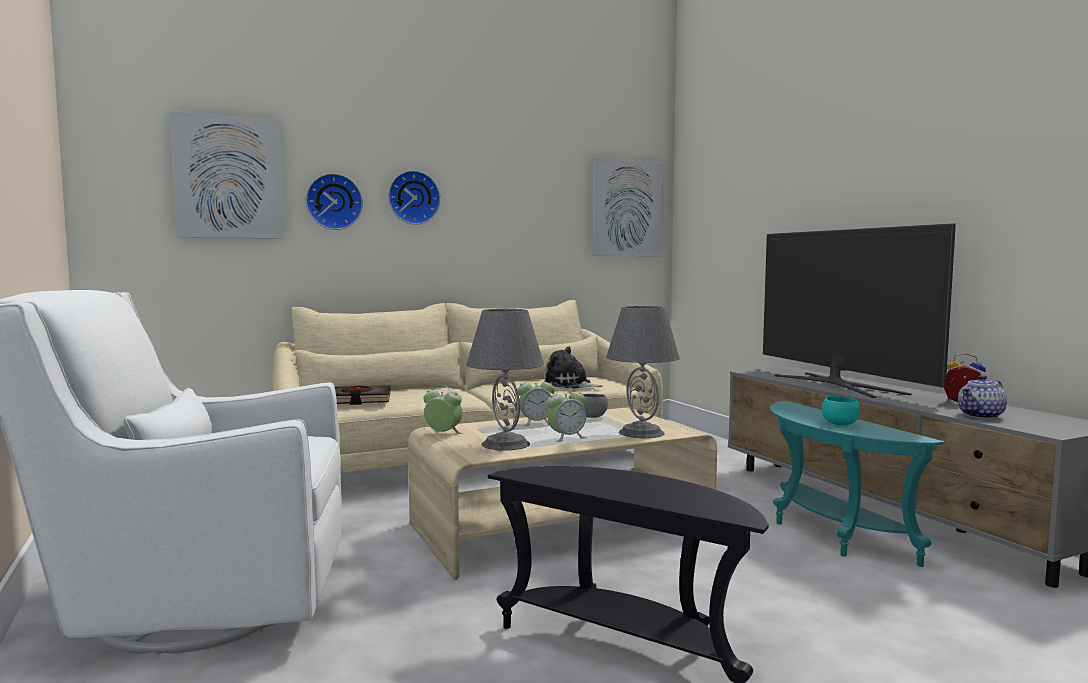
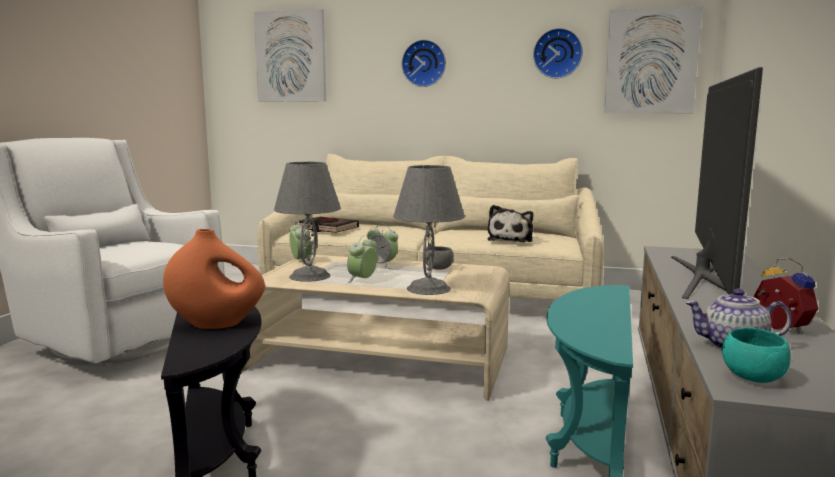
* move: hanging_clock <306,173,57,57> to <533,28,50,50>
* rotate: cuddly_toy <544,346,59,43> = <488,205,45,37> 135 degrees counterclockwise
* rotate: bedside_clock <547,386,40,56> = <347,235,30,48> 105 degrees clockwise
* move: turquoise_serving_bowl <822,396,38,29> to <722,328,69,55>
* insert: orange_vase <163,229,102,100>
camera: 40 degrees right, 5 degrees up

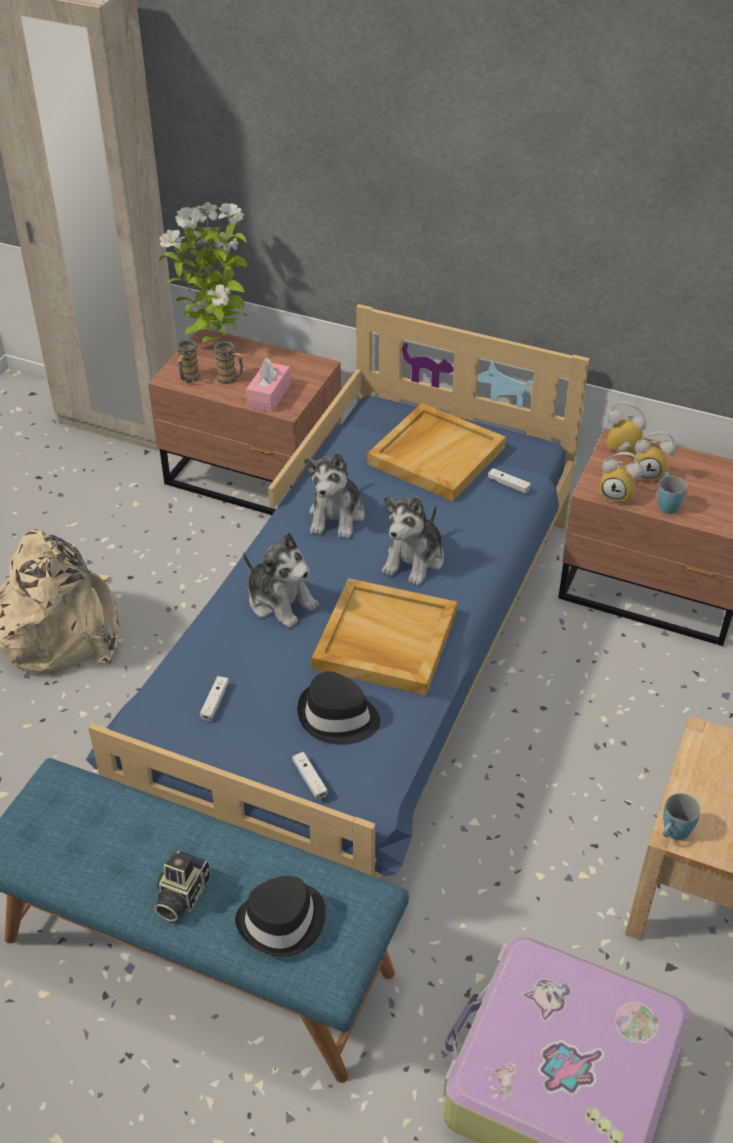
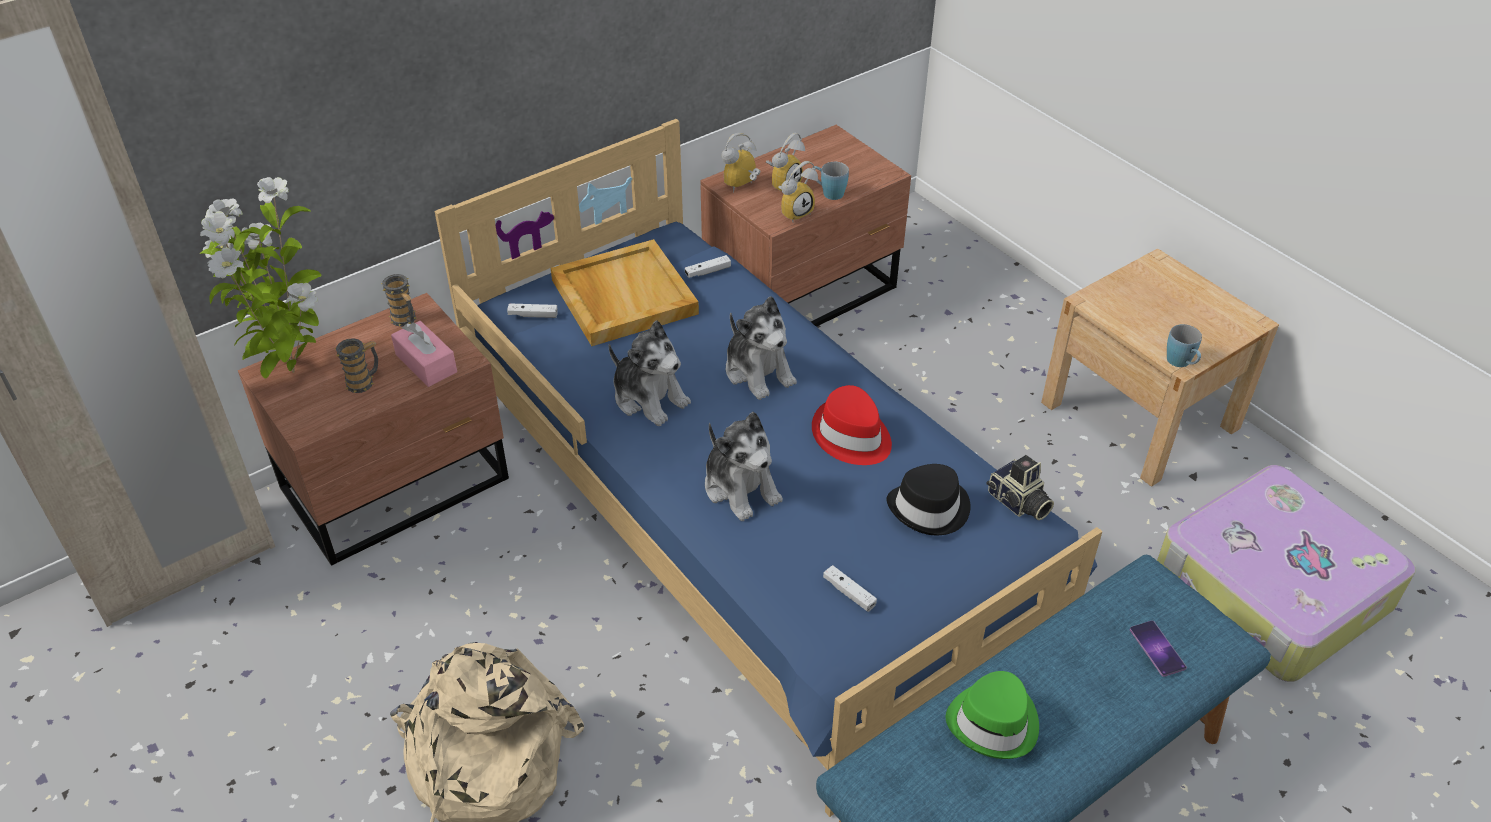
* move: photo_camera <154,851,57,71> to <986,455,68,65>
* move: tea_mug <176,339,25,44> to <381,274,36,53>
* replace: blackish_hat <235,876,91,81> to handset <1130,620,57,57>
* rotate: cuddly_toy <243,533,76,95> = <705,412,78,109> 75 degrees clockwise
* move: white-coloured_joypad <293,752,35,48> to <507,303,51,15>
* replace: beige_carrying_tray <312,578,145,118> to reddish_hat <812,385,80,80>
* insert: green-coloured_hat <946,671,93,88>
camera: 60 degrees left, 0 degrees up

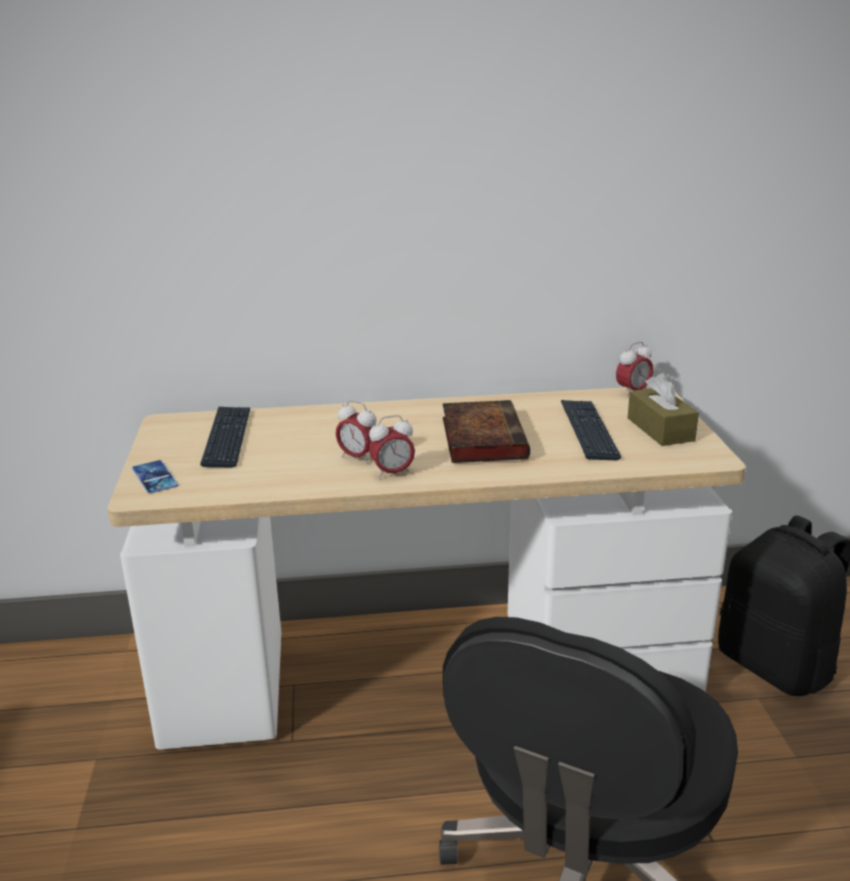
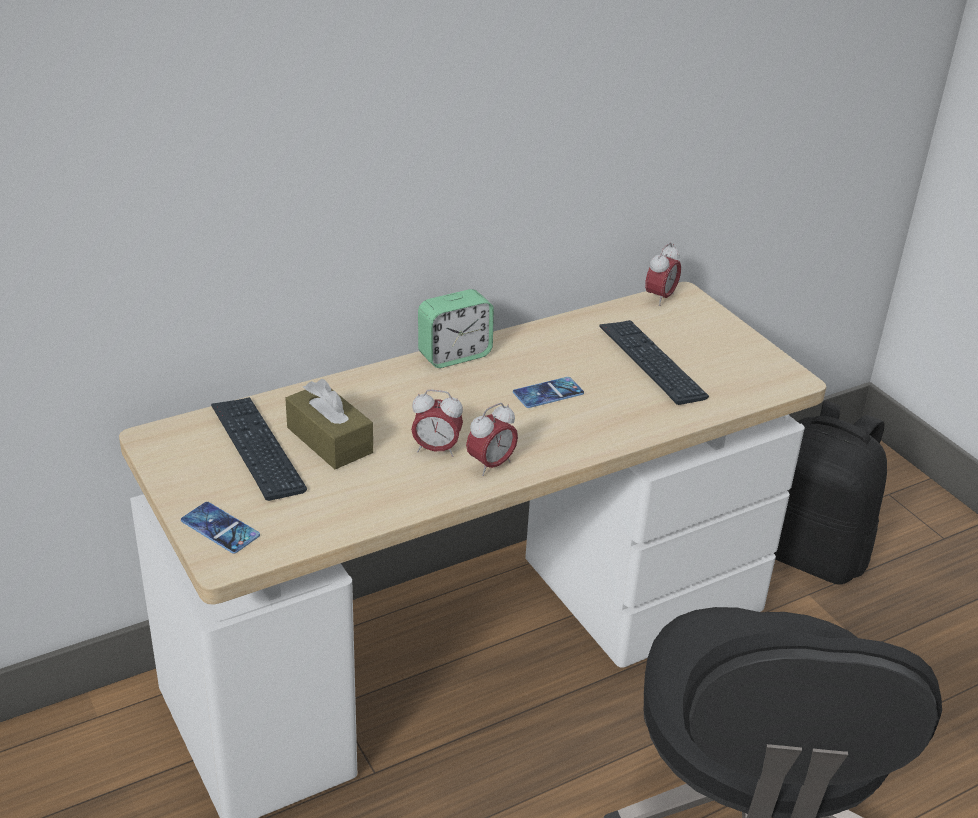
* replace: book <442,400,88,63> to handset <513,377,71,31>
* move: brown-coloured_tissue_box <628,373,71,73> to <285,379,88,90>
* insert: bedside_clock <418,289,76,79>
camera: 25 degrees left, 10 degrees up

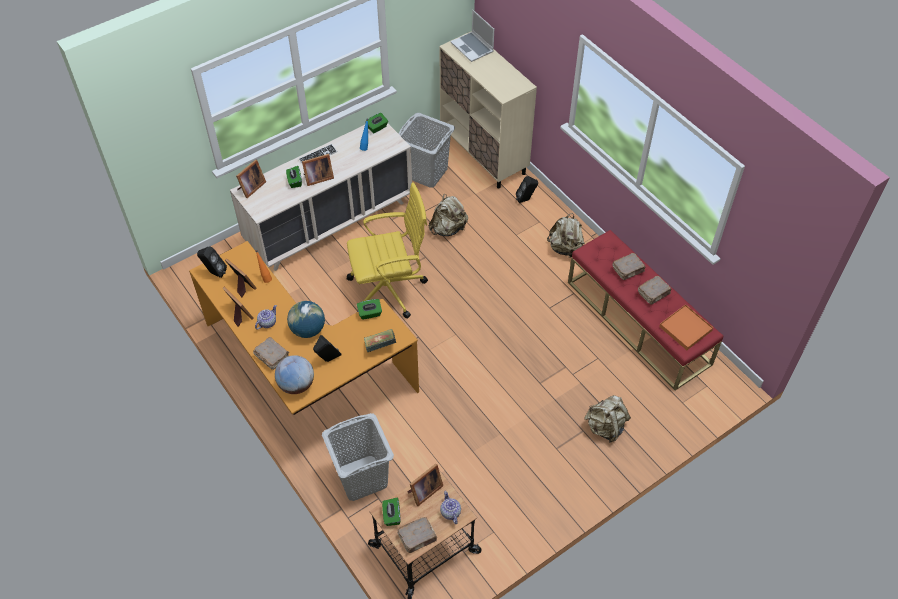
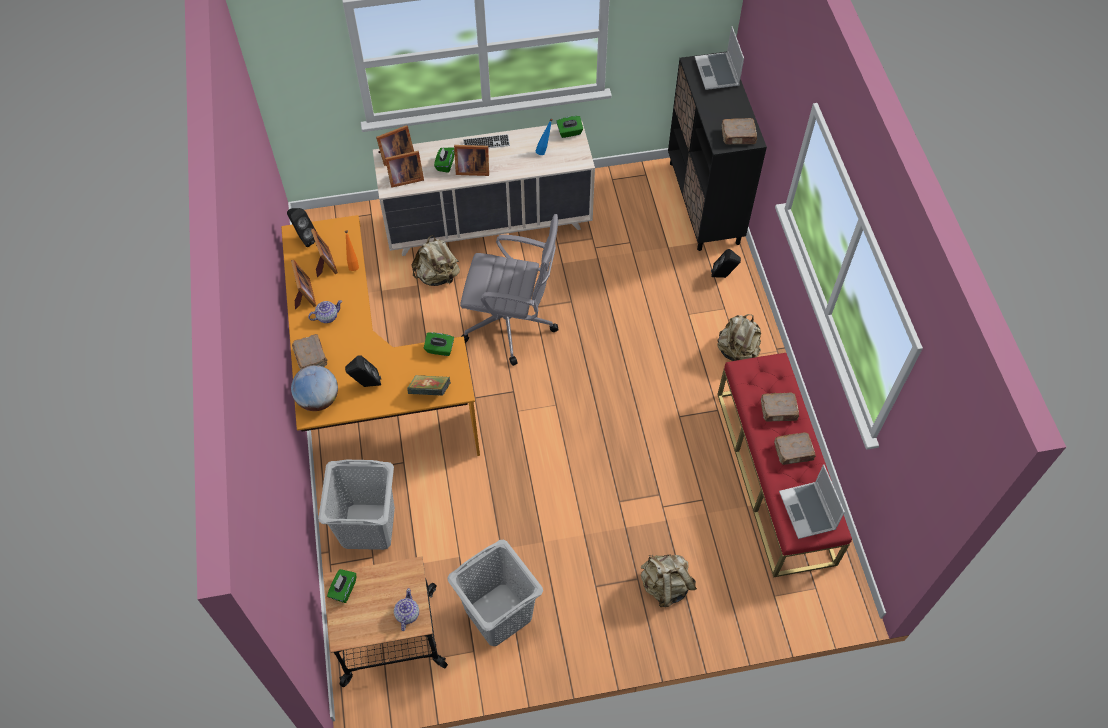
* delete: globe <287,301,38,37>
* recolor: yellow-coloured_desk_chair <347,182,81,136> to gray_desk_chair <460,214,99,152>
* move: brown-coloured_book <397,517,40,36> to <722,118,35,26>
* move: gray_hamper <398,113,57,75> to <447,540,96,106>
* move: photo_frame <407,463,36,43> to <385,151,39,37>
* move: beige_rucksack <428,194,40,42> to <411,235,49,51>
* recolor: beige_cabinet <439,31,98,158> to blackish_cabinet <668,52,99,199>
* replace: orange_carrying_tray <659,304,54,46> to laptop <779,464,66,75>
camera: 25 degrees right, 5 degrees up

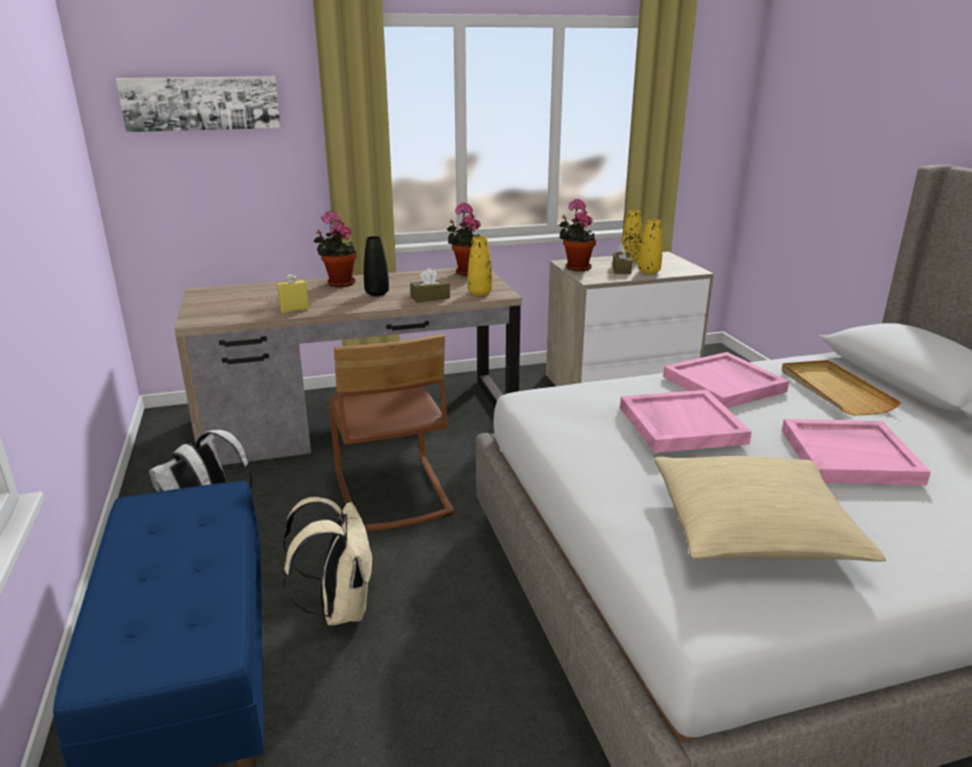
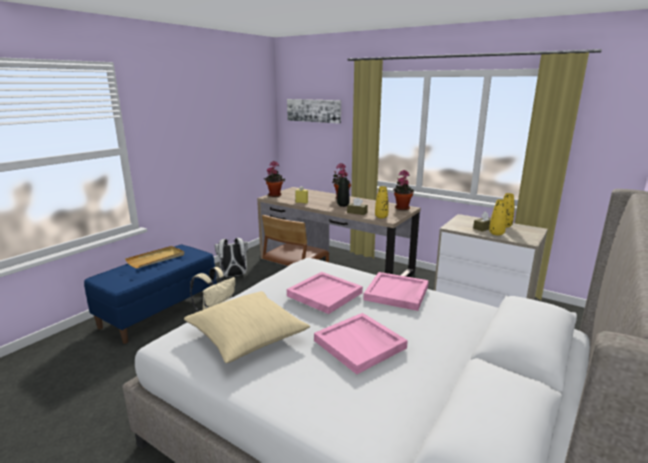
* move: houseplant <559,199,37,72> to <264,161,21,36>
* move: beige_carrying_tray <782,360,119,56> to <125,246,59,23>
camera: 50 degrees right, 5 degrees down

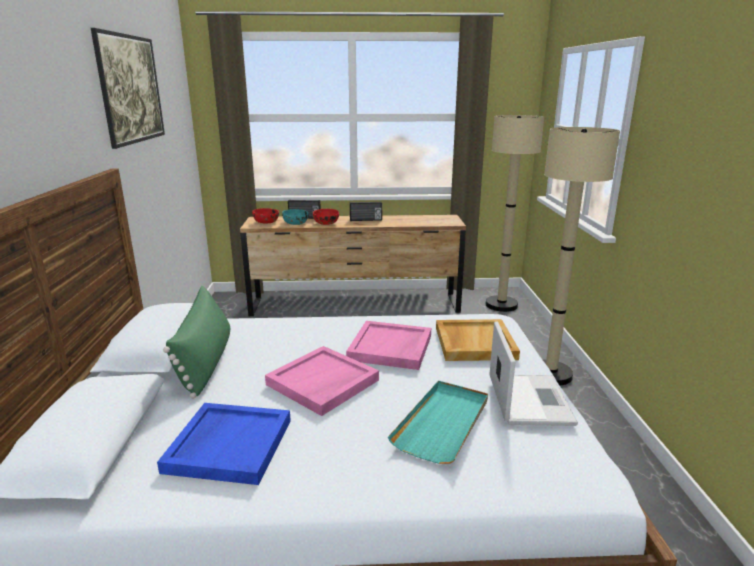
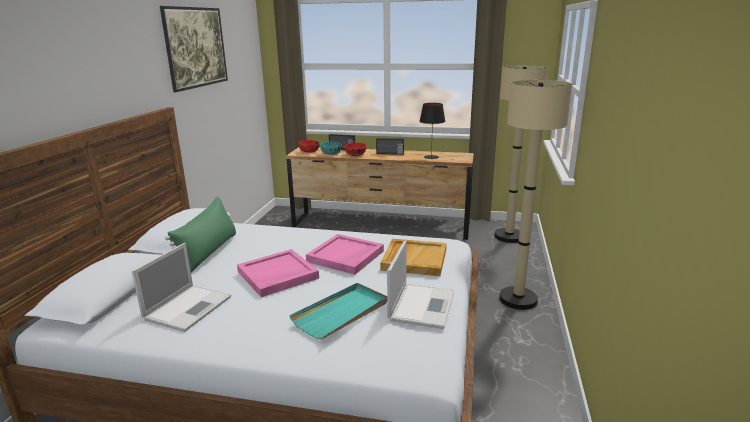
* replace: blue_carrying_tray <157,403,134,82> to laptop <132,243,99,89>
* insert: blackish_tabletop_lamp <419,103,27,56>
camera: 15 degrees right, 0 degrees up

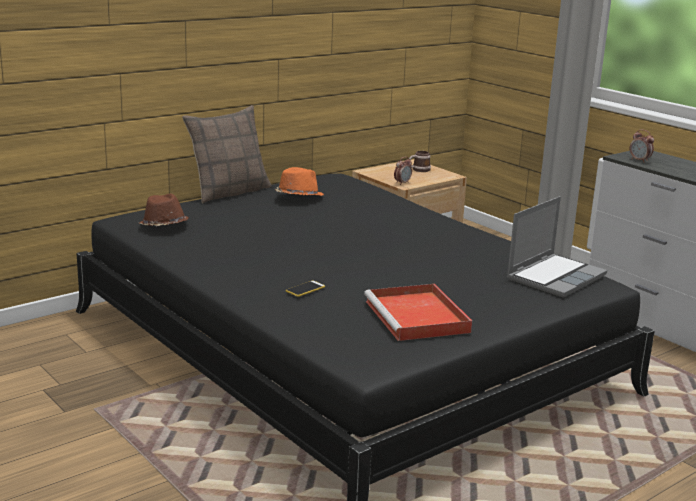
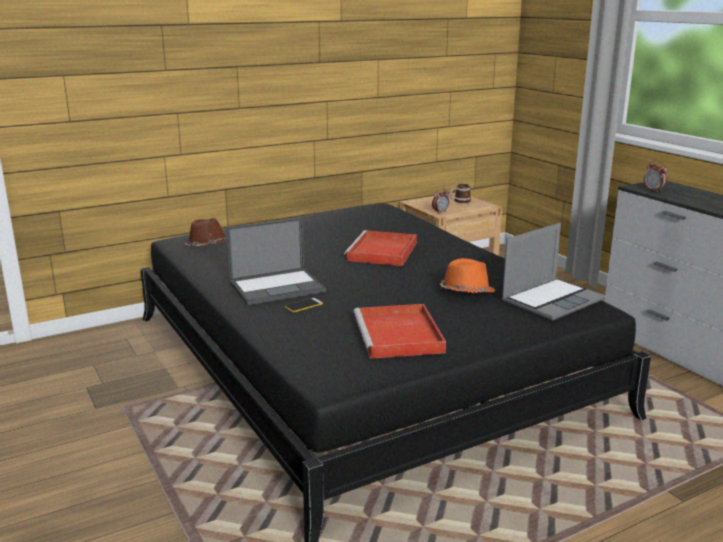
* delete: throw_pillow <182,105,90,98>
* move: orange_hat <275,167,49,29> to <440,258,55,35>
* insert: laptop <226,218,100,87>
* insert: reddish_carrying_tray <344,230,73,36>
camera: 10 degrees right, 0 degrees up

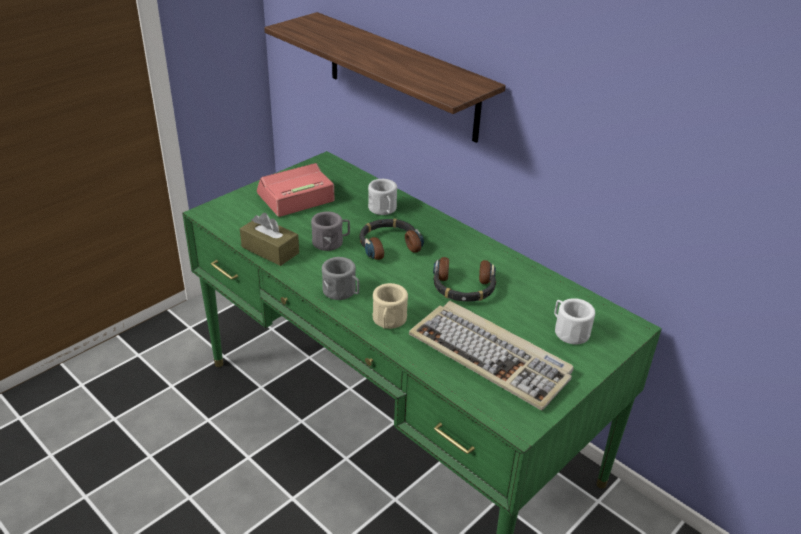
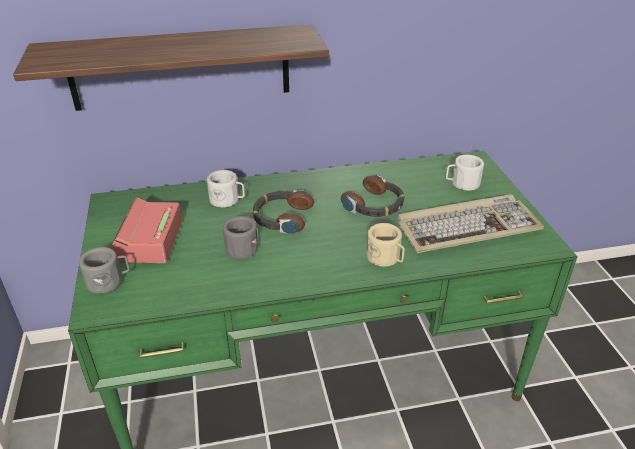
* delete: brown-coloured_tissue_box <240,213,59,53>
* move: gray_tea_mug <322,257,37,43> to <79,247,51,47>
camera: 55 degrees left, 0 degrees up

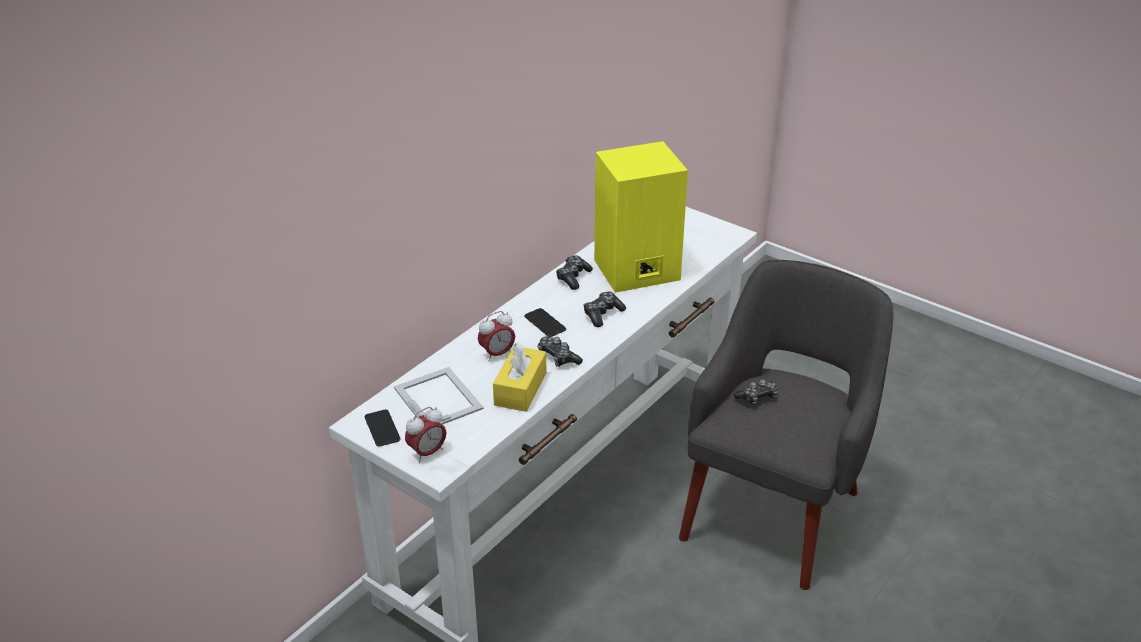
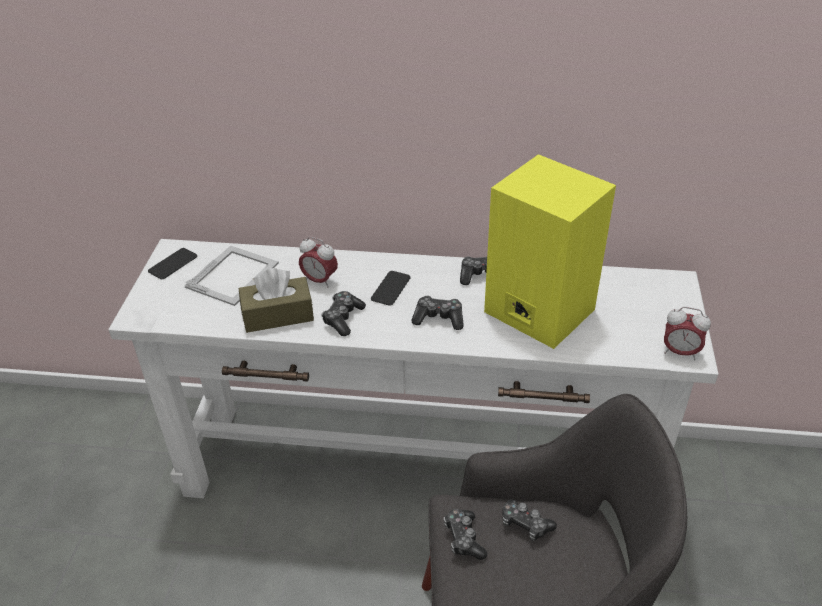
* move: bedside_clock <405,407,41,56> to <664,307,47,53>
* recolor: yellow-coloured_tissue_box <493,342,53,70> to brown-coloured_tissue_box <238,268,76,65>
* insert: joypad <444,509,43,51>
camera: 60 degrees right, 5 degrees up

